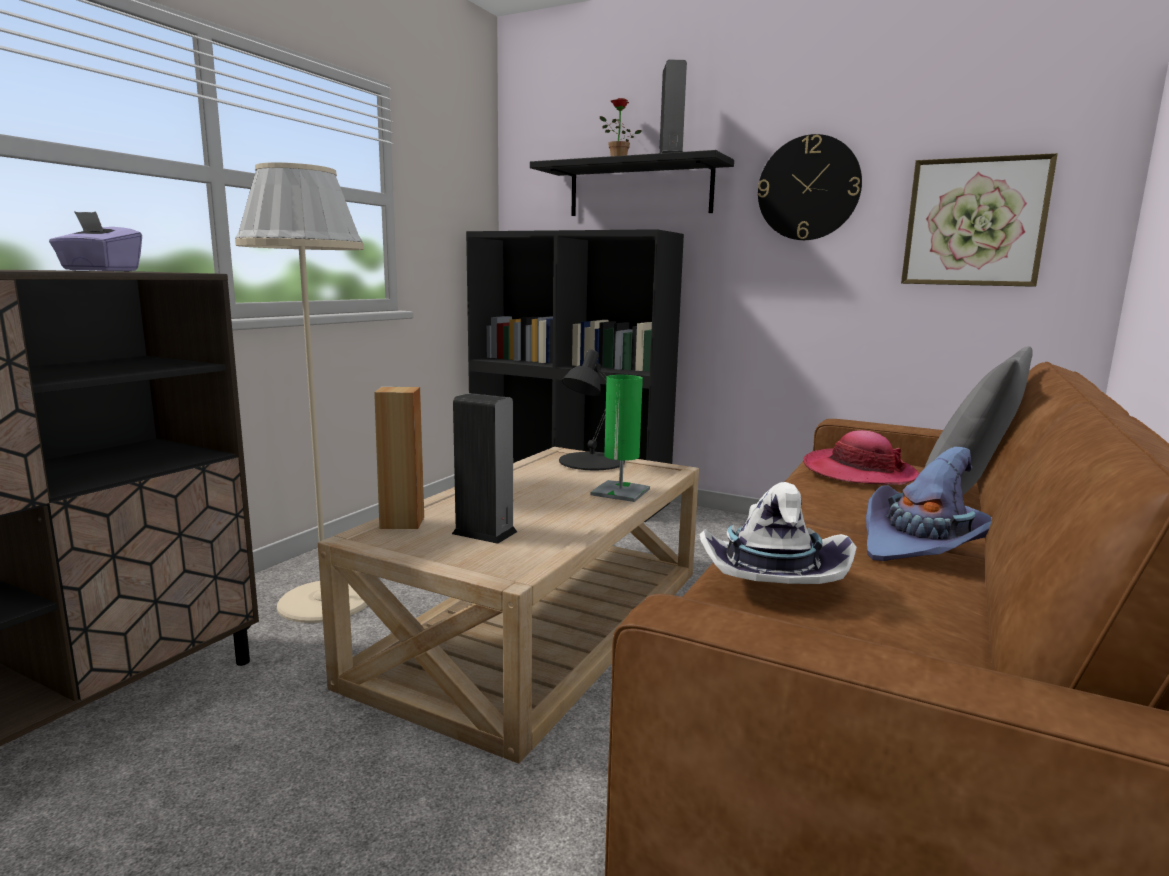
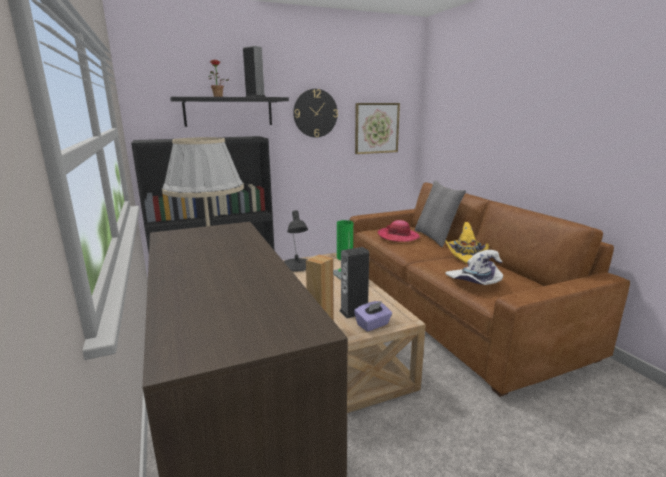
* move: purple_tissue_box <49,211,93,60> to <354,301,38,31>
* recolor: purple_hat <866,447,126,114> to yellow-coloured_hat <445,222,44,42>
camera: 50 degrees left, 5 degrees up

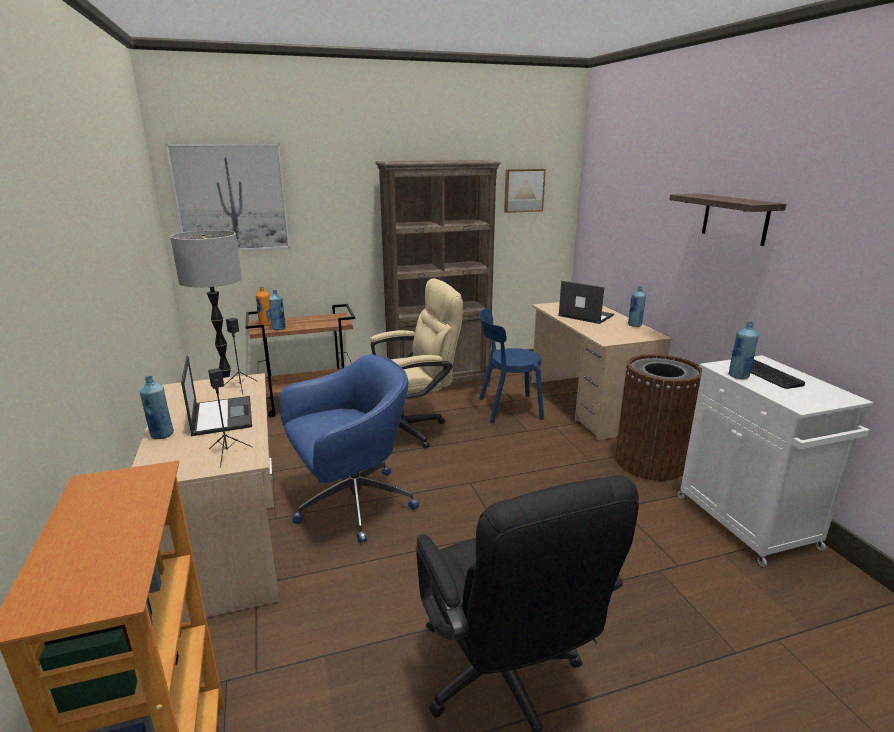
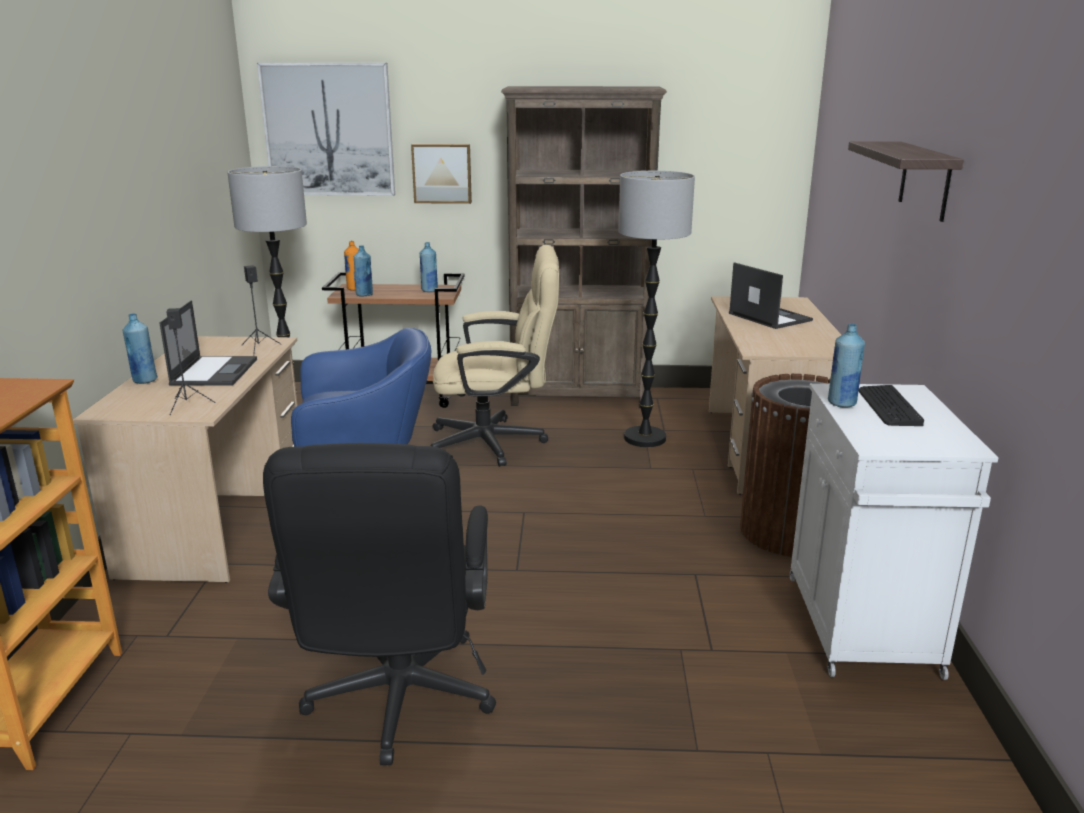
* replace: blue_chair <479,308,65,115> to standing_lamp <618,171,77,276>
* move: wall_art <504,169,42,44> to <411,144,61,60>
* move: blue_drink_bottle <628,286,18,41> to <420,242,18,50>
camera: 20 degrees right, 0 degrees up

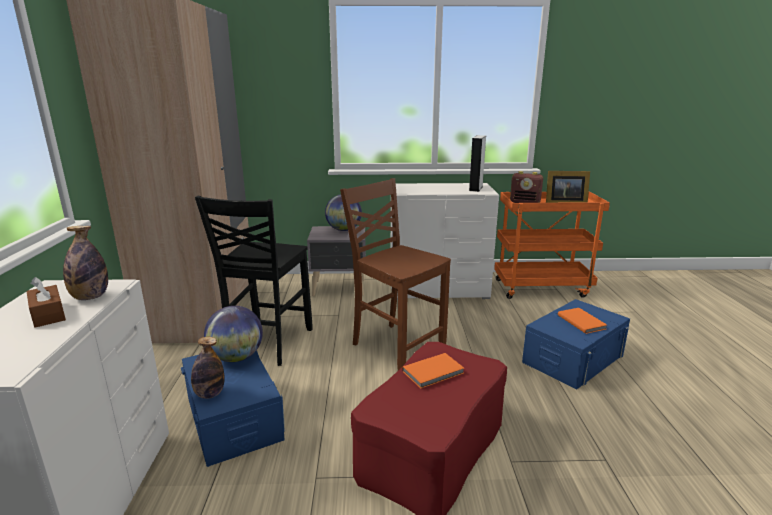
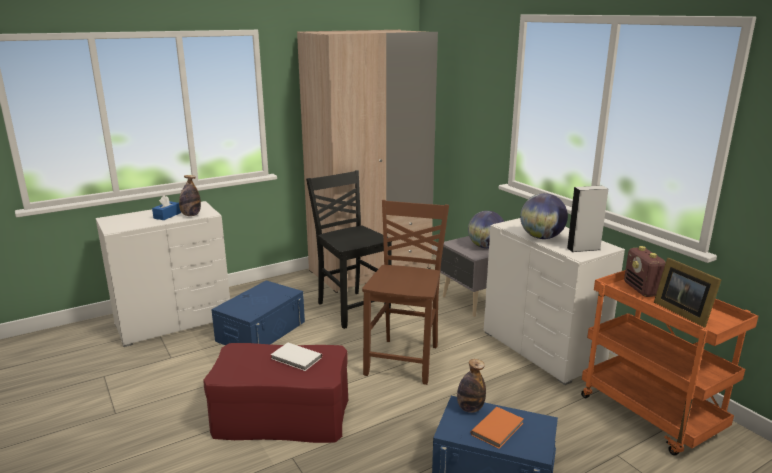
* recolor: brown-coloured_tissue_box <27,277,39,51> to blue_tissue_box <152,195,29,25>
* move: drink_bottle <191,337,34,62> to <457,359,29,54>
* rotate: blackish_chair <195,196,118,170> = <306,170,86,159> 75 degrees clockwise
* move: globe <204,306,59,56> to <520,193,48,46>
* recolor: orange_book <402,353,62,36> to white-coloured_book <271,343,51,28>
camera: 60 degrees right, 0 degrees up

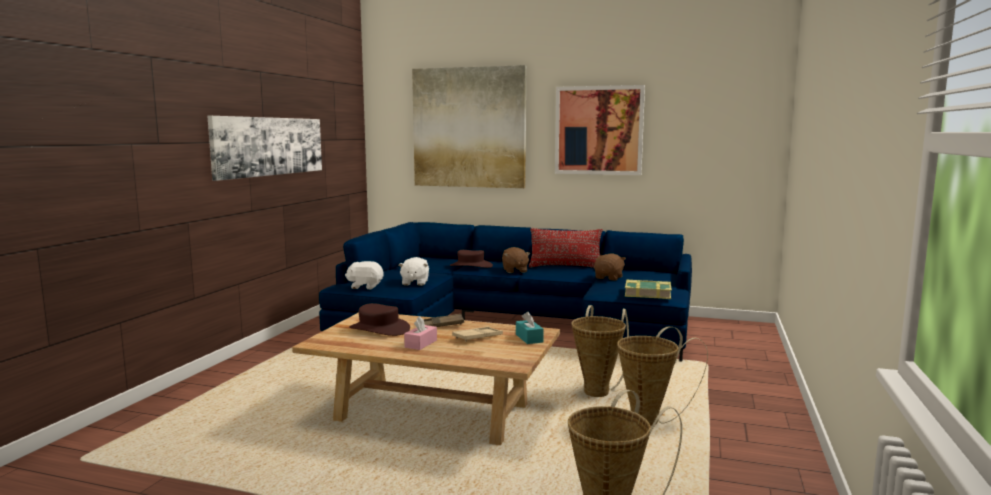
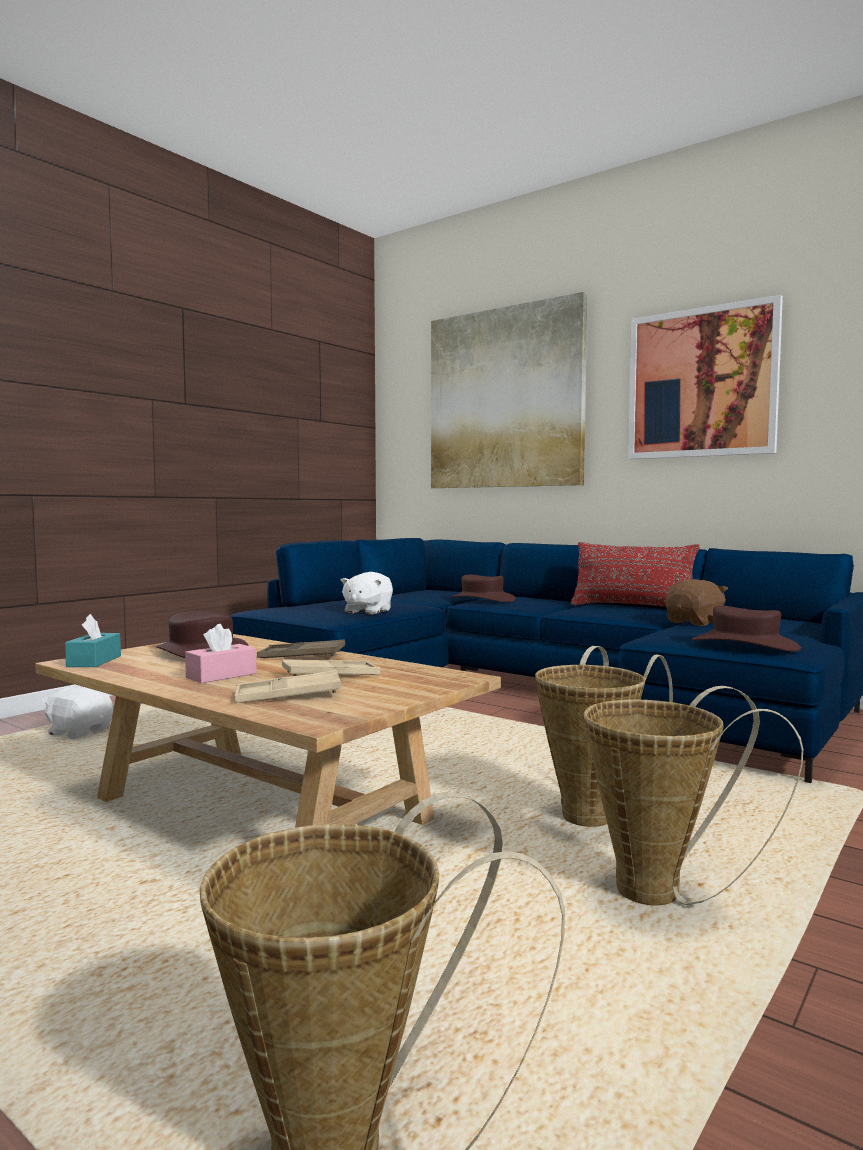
* delete: wall_art <207,116,115,65>
* move: white-coloured_cuddly_toy <345,261,38,28> to <42,687,71,52>
* delete: brown-coloured_cuddly_toy <502,247,28,26>
* move: turquoise_tissue_box <516,312,28,32> to <65,614,56,53>
* replace: book <625,280,47,19> to brown-coloured_hat <692,605,109,46>
* insert: beige_carrying_tray <234,670,107,33>
camera: 20 degrees right, 5 degrees down

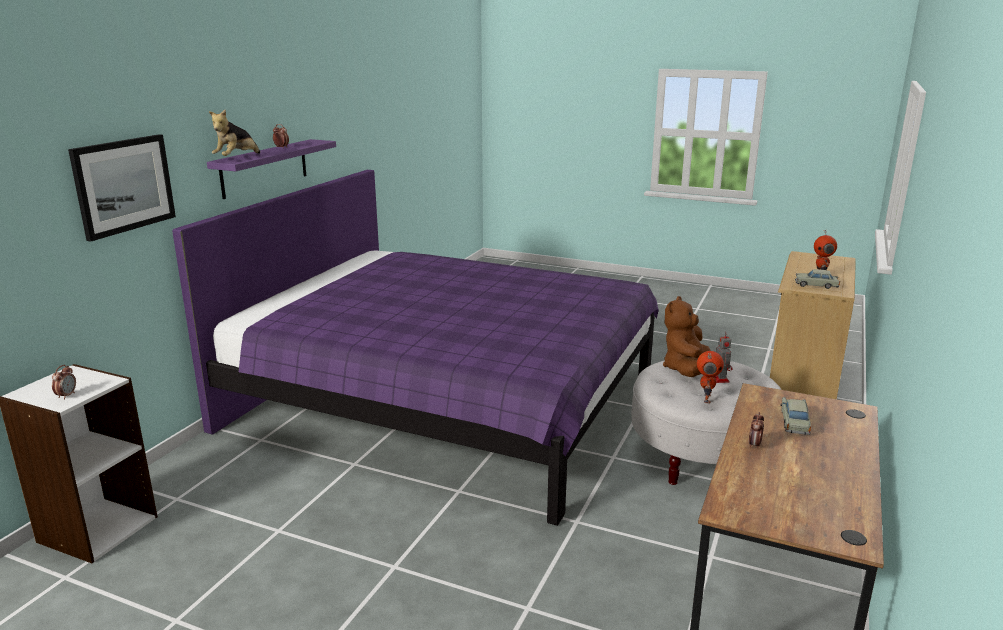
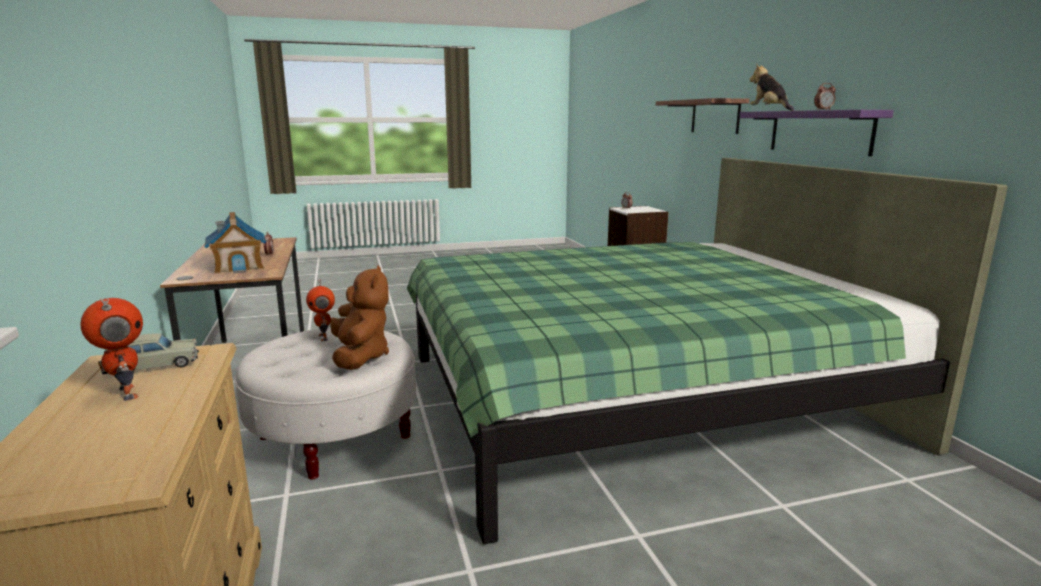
* replace: wall_art <68,134,108,108> to bracket_shelf <656,98,93,36>
* recolor: purple_sleeping_bed <172,170,487,356> to green-coloured_sleeping_bed <407,158,601,386>
* delete: robot_figure <714,332,19,51>
* replace: beige_miniature_car <781,397,30,38> to toy_house <204,212,62,62>
camera: 140 degrees right, 5 degrees down

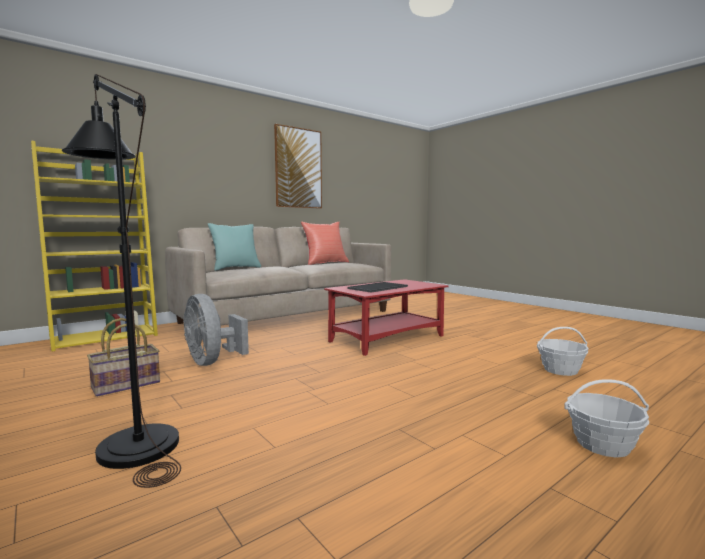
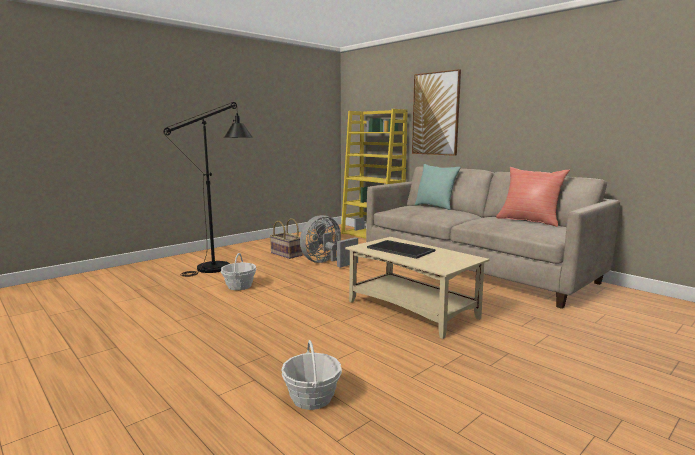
* move: wall_art <274,124,48,84> to <412,69,49,87>
* recolor: reddish_lounge_table <324,279,125,77> to beige_lounge_table <345,237,145,102>
* move: storage_basket <564,379,85,79> to <221,253,35,37>
camera: 85 degrees right, 5 degrees up

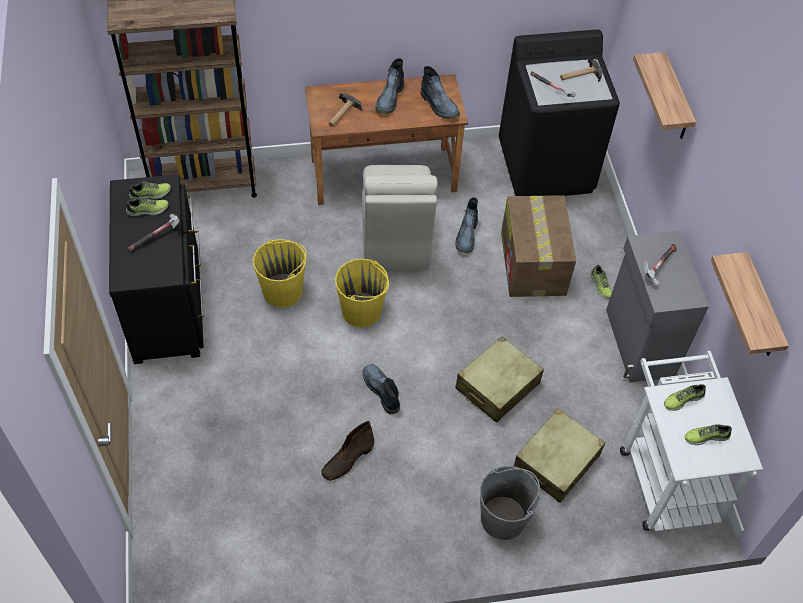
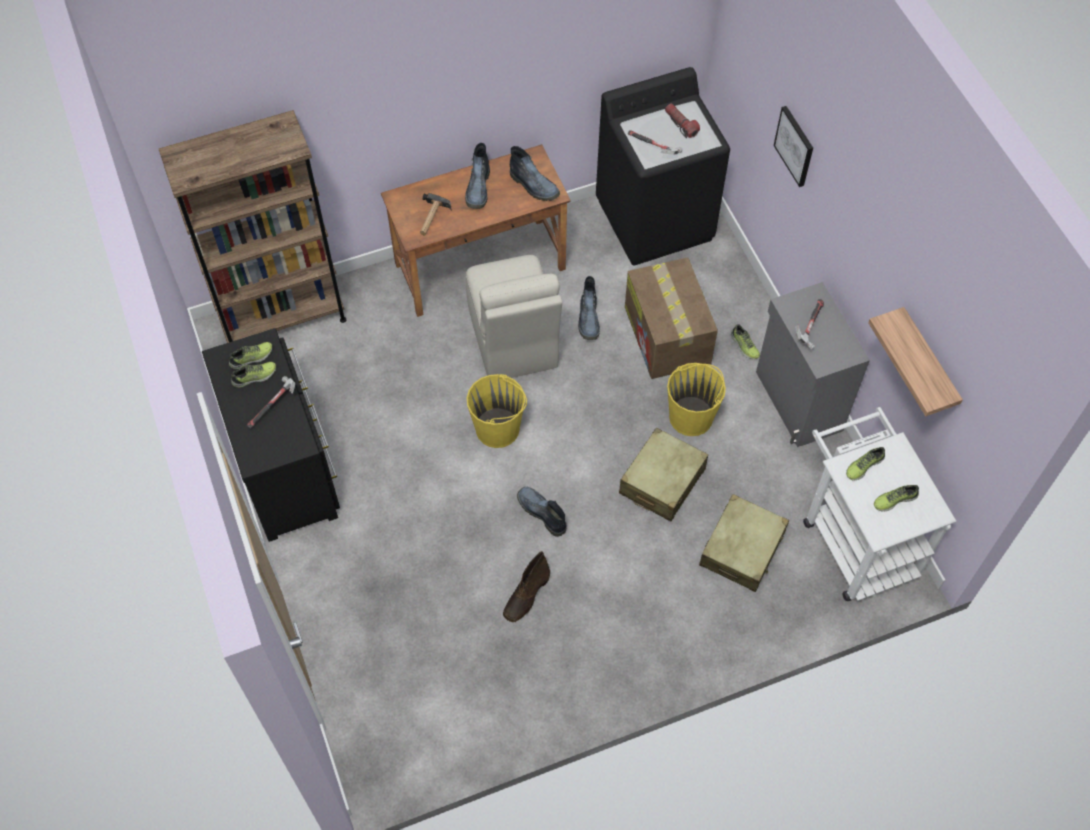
* move: yellow-coloured_bucket <253,239,54,69> to <667,363,59,73>
* delete: gray_bucket <480,466,60,74>
* replace: hand_hammer <560,58,42,24> to torch <665,104,35,34>
* replace: bracket_shelf <633,52,63,87> to wall_art <774,106,39,81>
camera: 10 degrees left, 5 degrees up

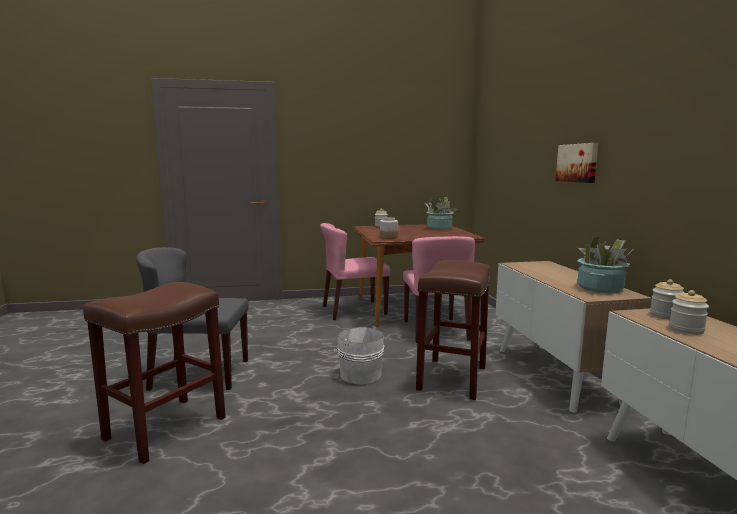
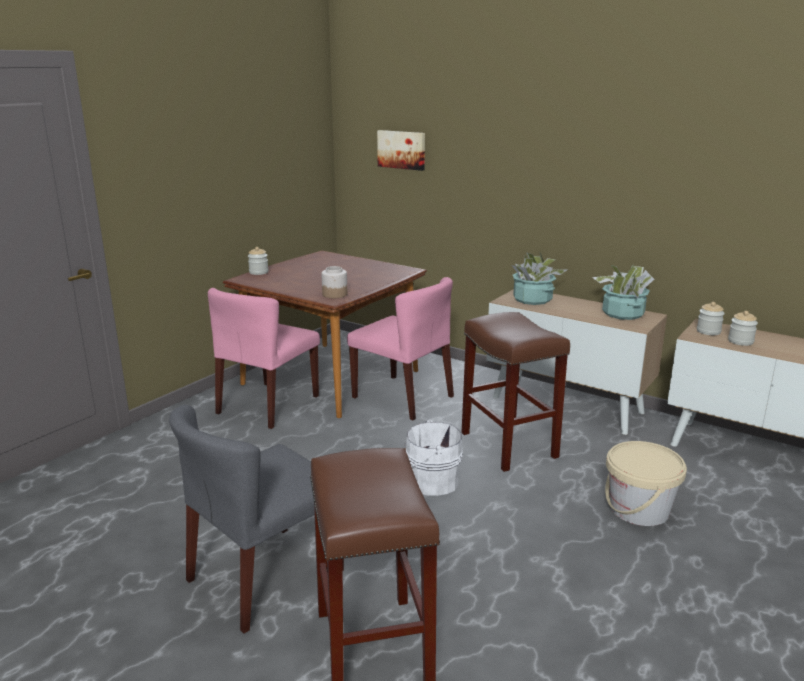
* move: houseplant <425,197,32,33> to <512,252,55,53>
* move: wall_art <556,143,42,40> to <377,130,48,41>
* insert: beige_bucket <605,441,82,85>
camera: 45 degrees left, 10 degrees up

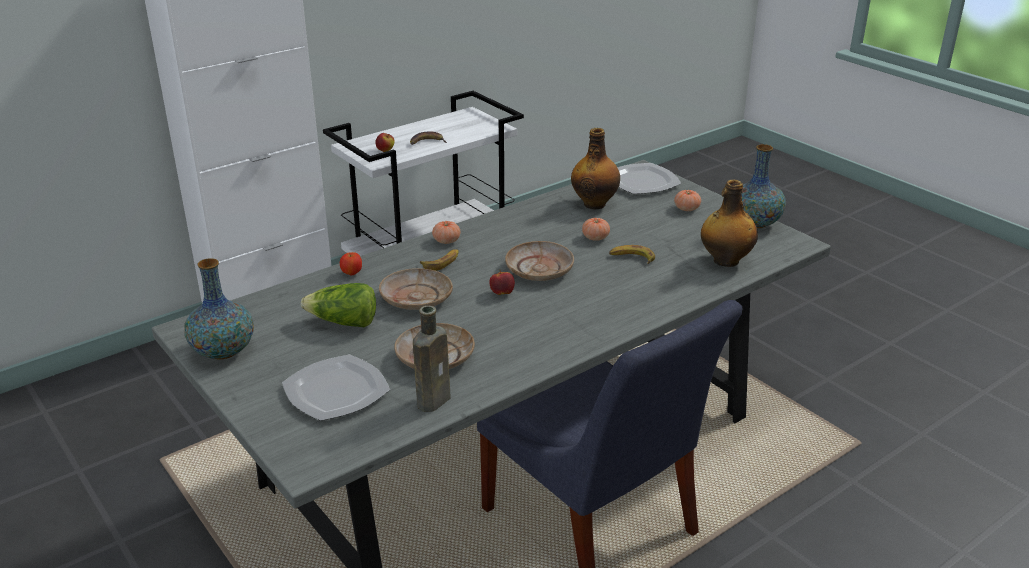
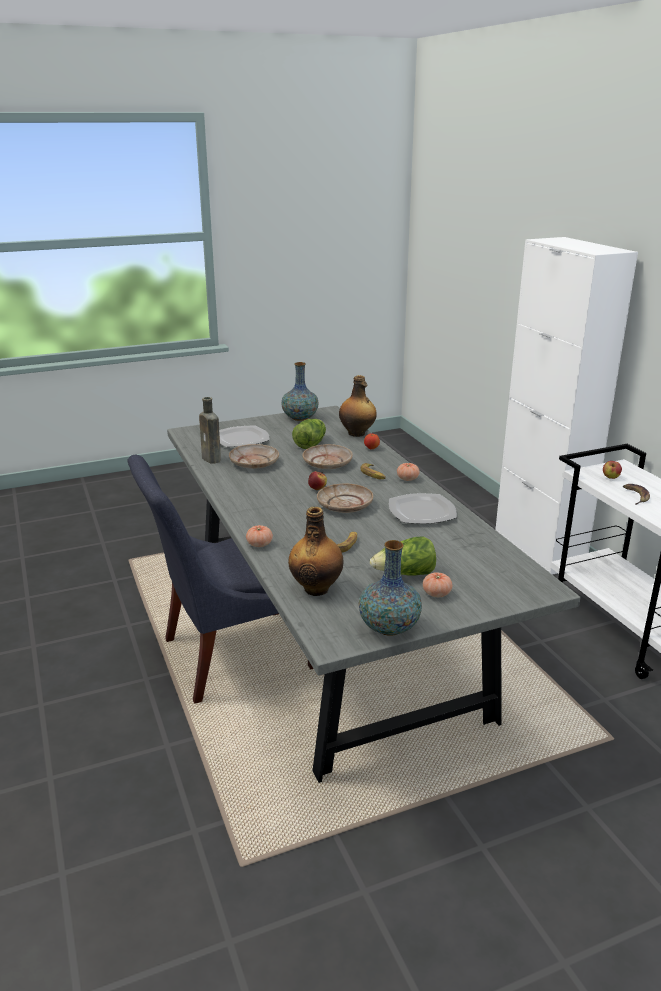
* move: drink_bottle <571,128,49,82> to <339,375,38,62>
* move: fresh_tomato <582,218,28,23> to <246,525,27,22>
* move: flat_dish <617,163,64,31> to <389,493,68,31>
* insert: head_of_lettuce <370,537,66,39>
camera: 105 degrees right, 5 degrees down

